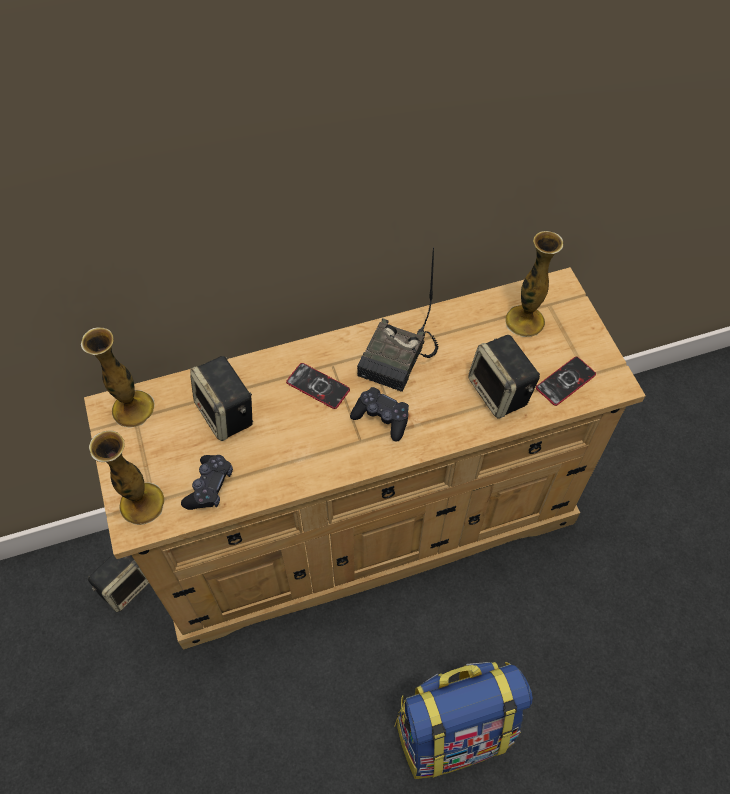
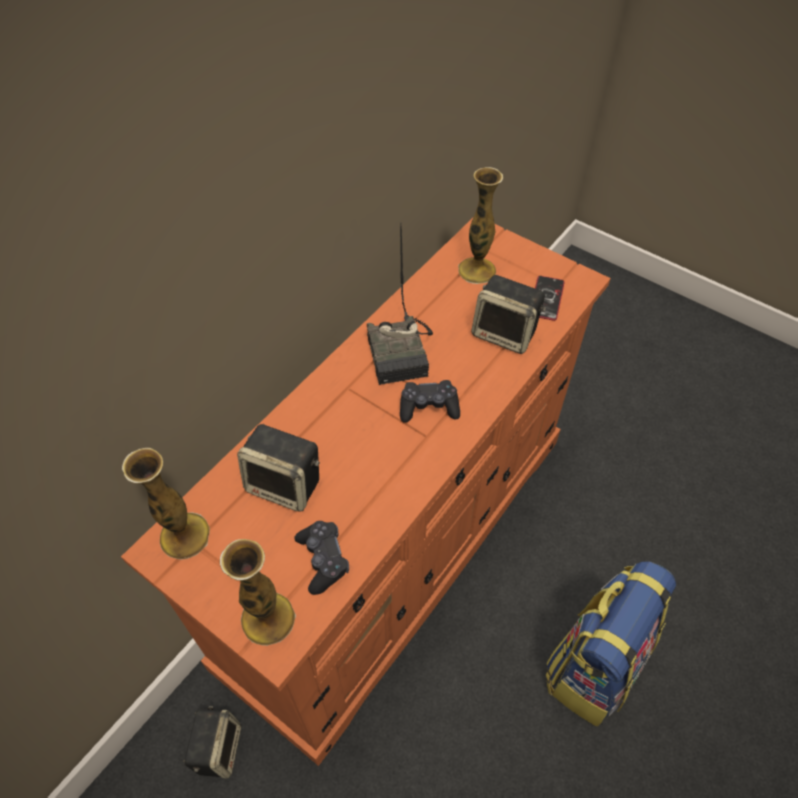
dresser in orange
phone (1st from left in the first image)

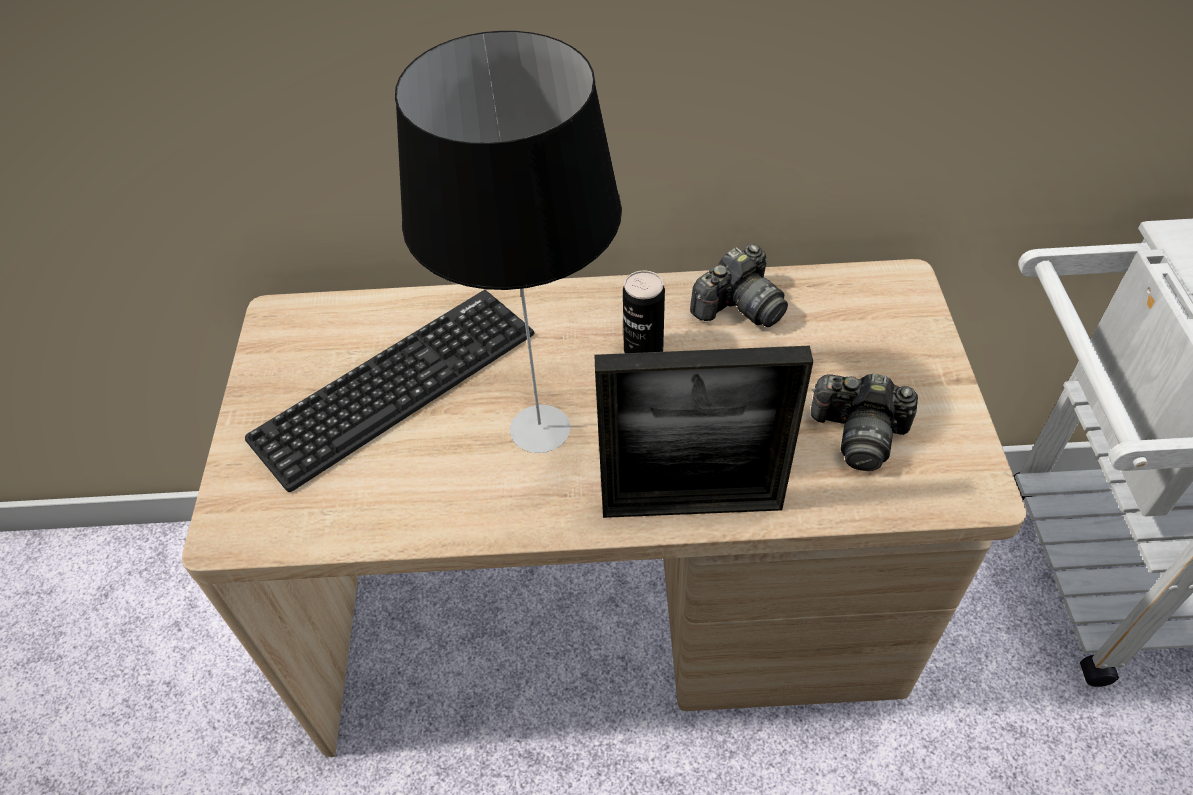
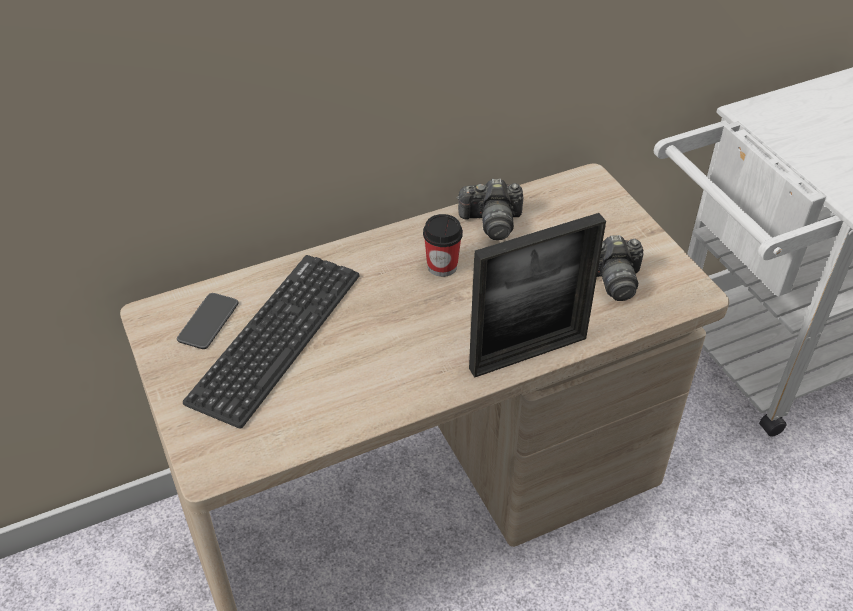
phone
cup
photo camera (1st from left)
table lamp

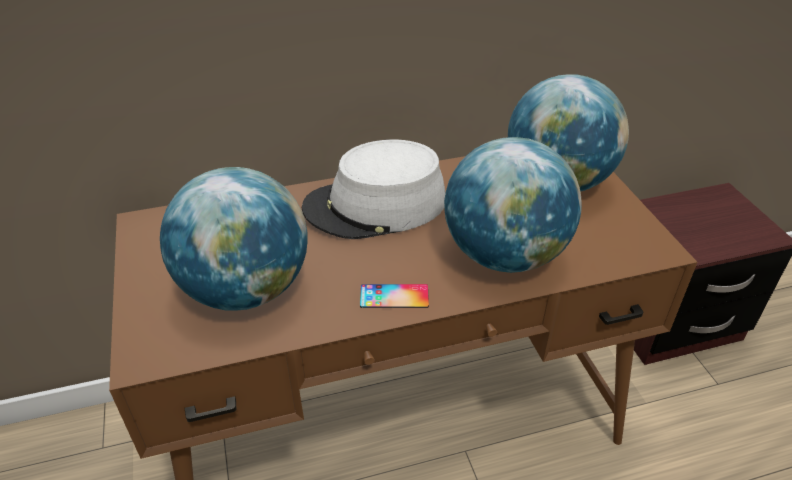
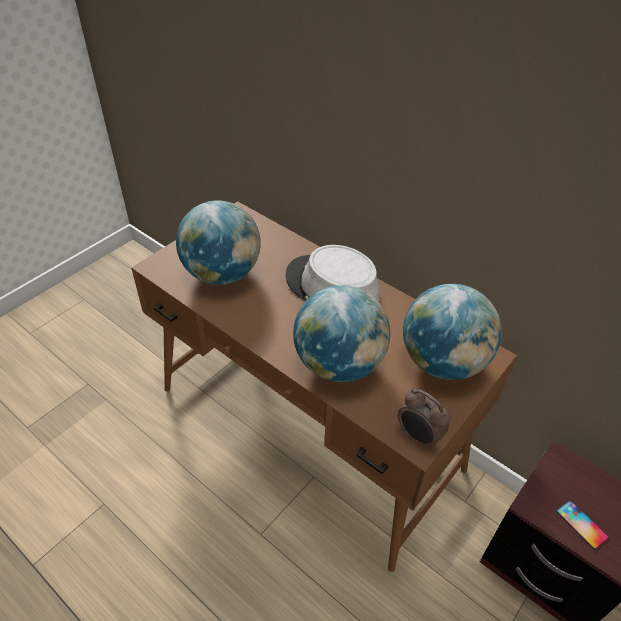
alarm clock
phone

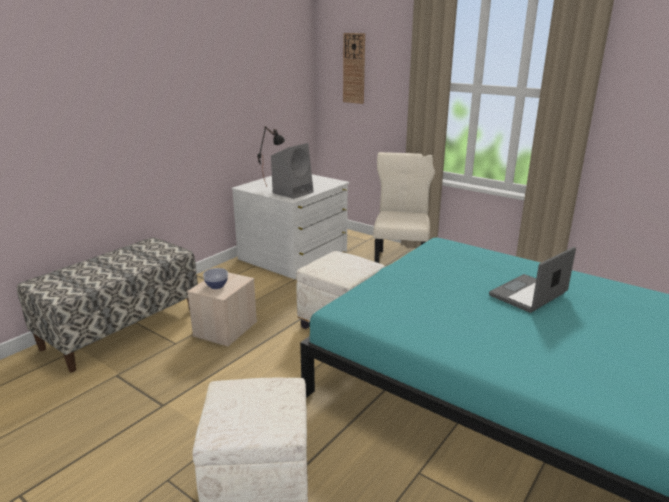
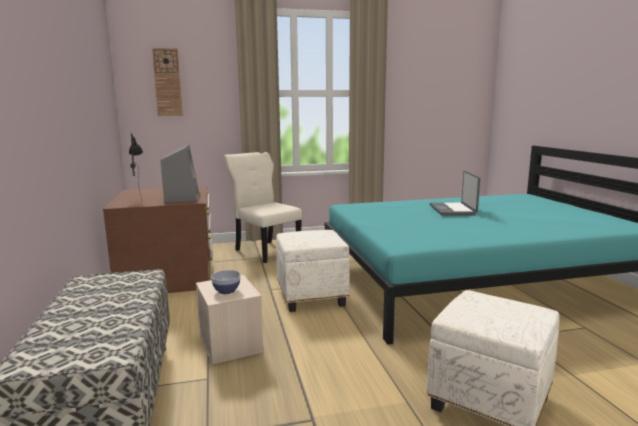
dresser in brown

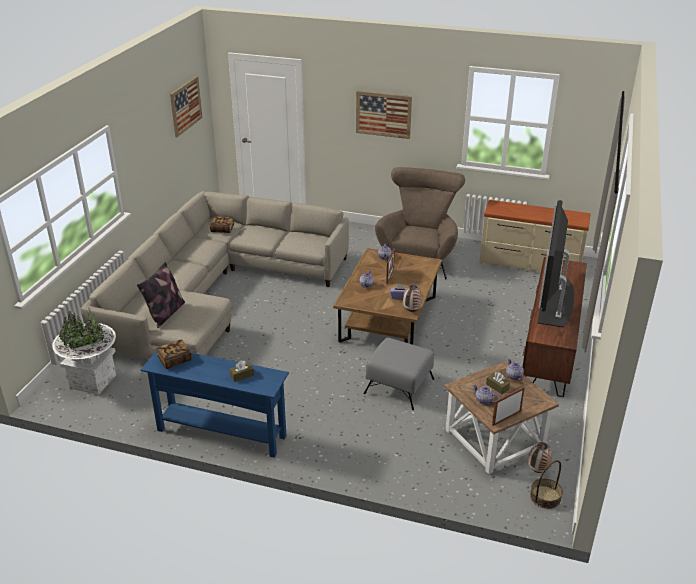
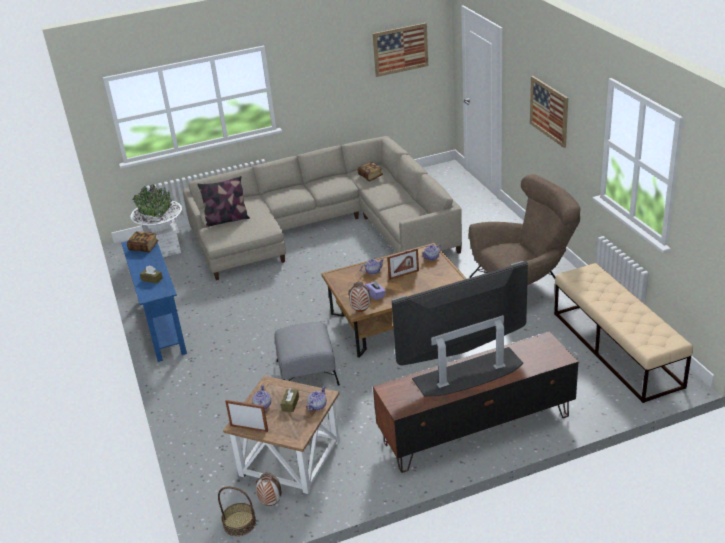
bench in beige

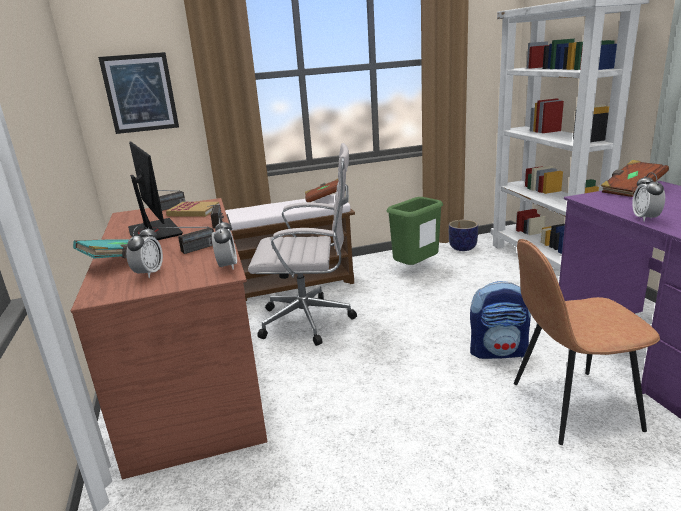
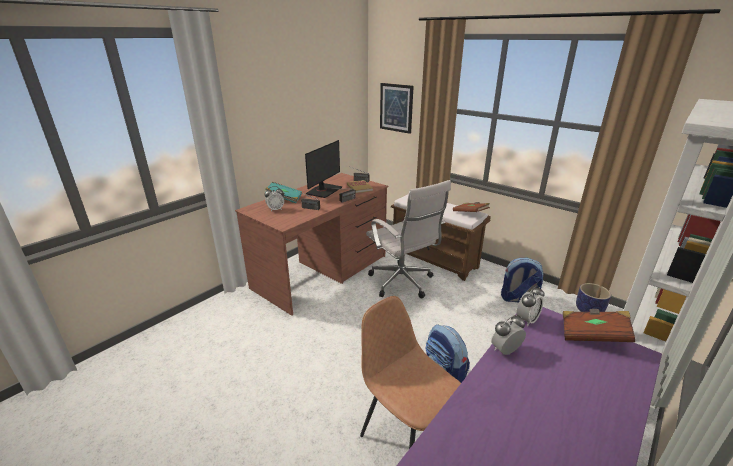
backpack (2nd from left)
alarm clock (3rd from left)

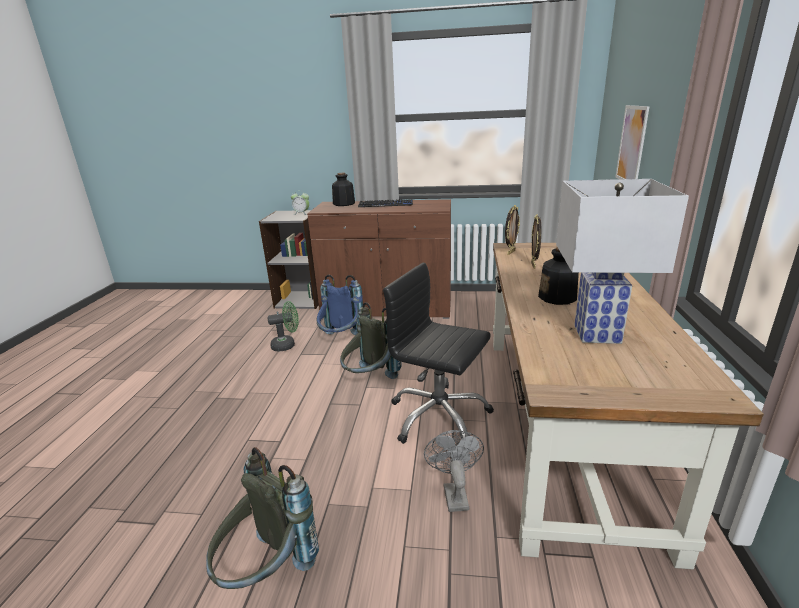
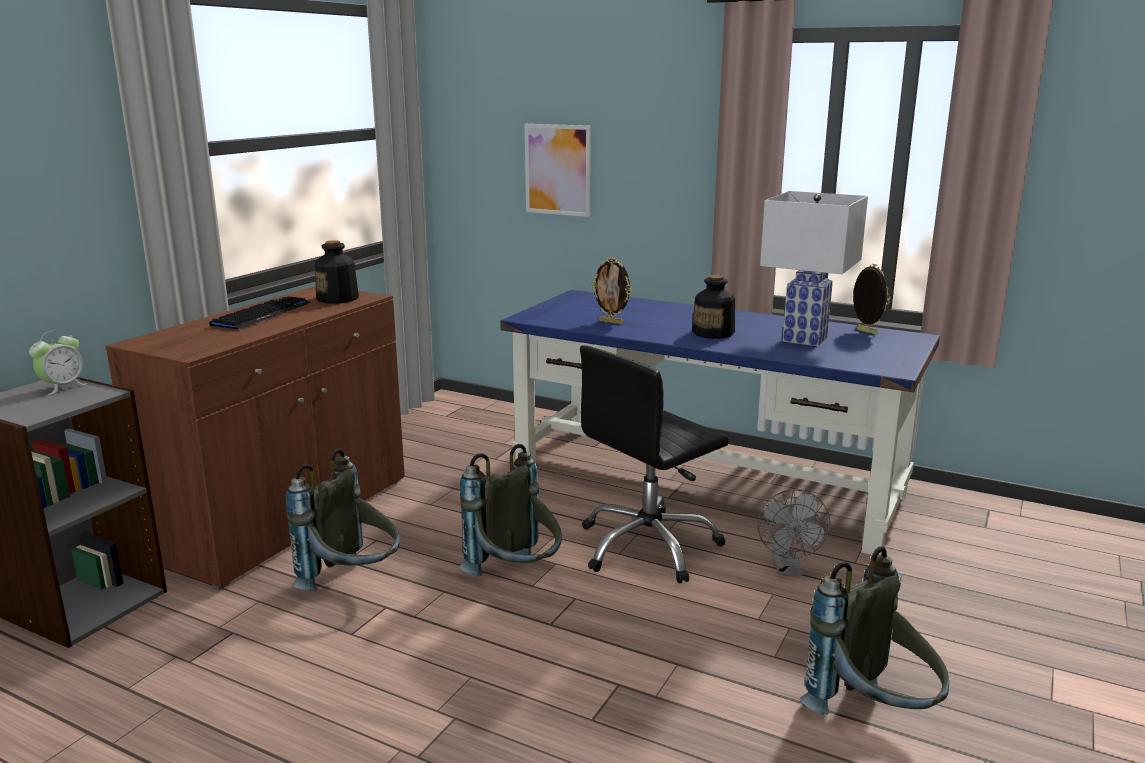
backpack in grey (1st from left)
bottle (1st from left)
desk in blue
fan in grey
picture frame (2nd from left)
fan in green

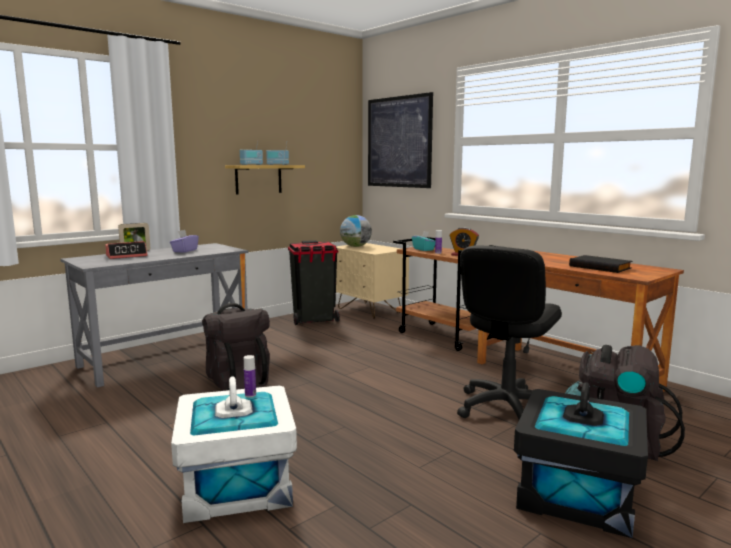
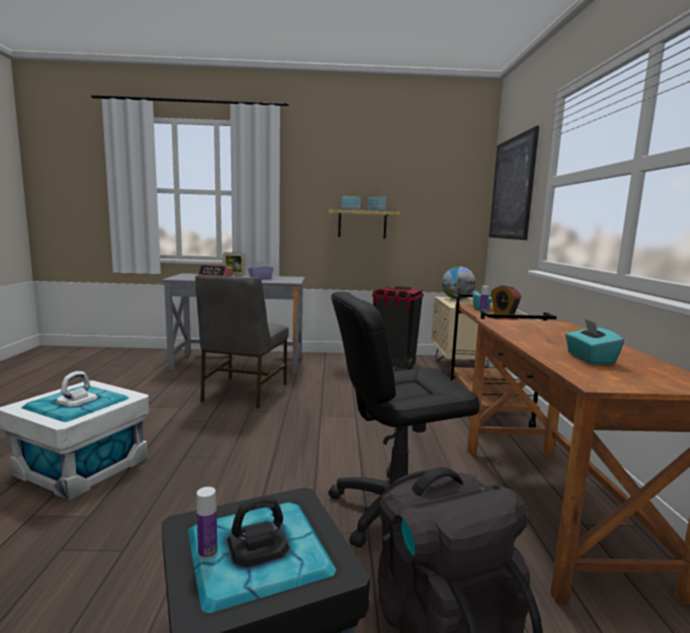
chair in grey
bottle (1st from left)
tissue box in turquoise (2nd from left)

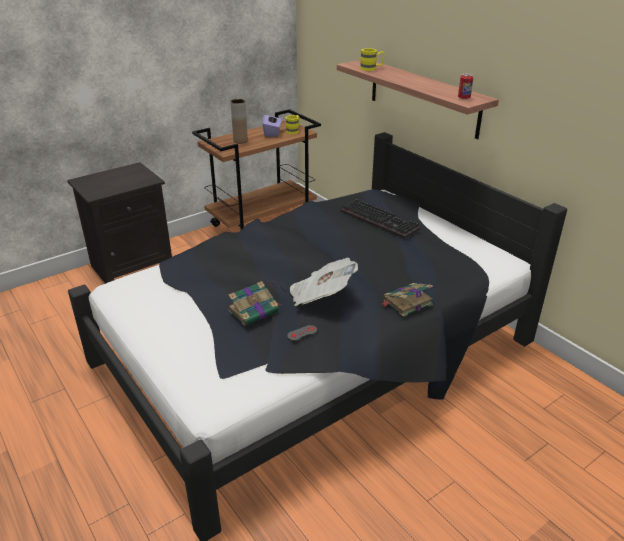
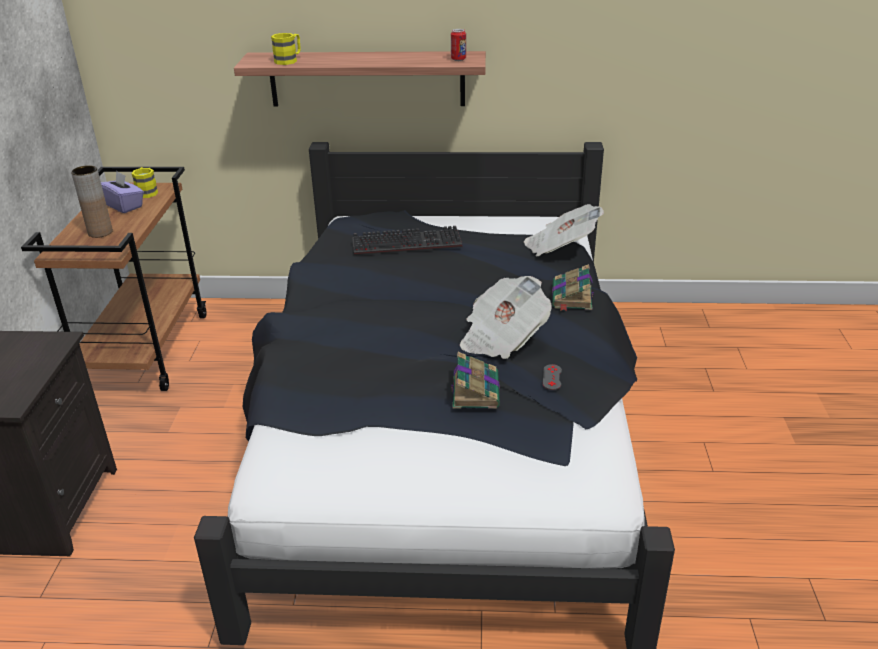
newspaper (2nd from left)

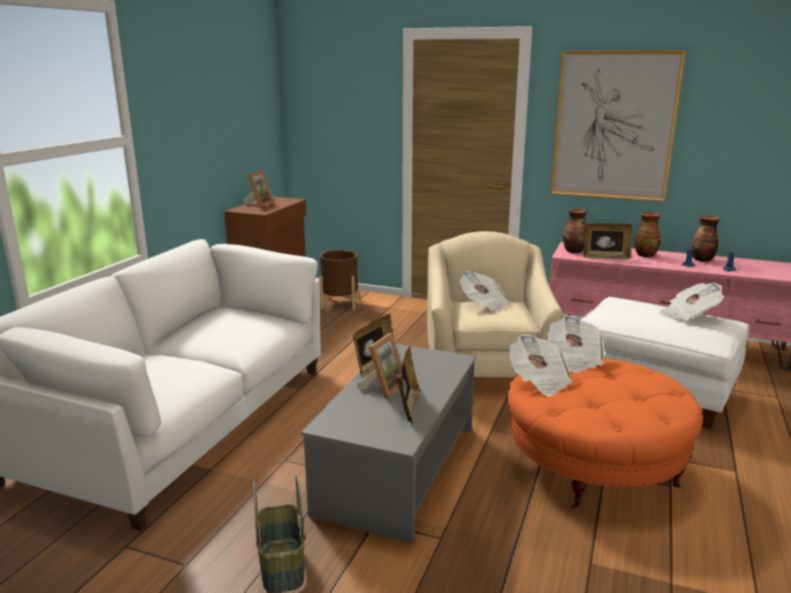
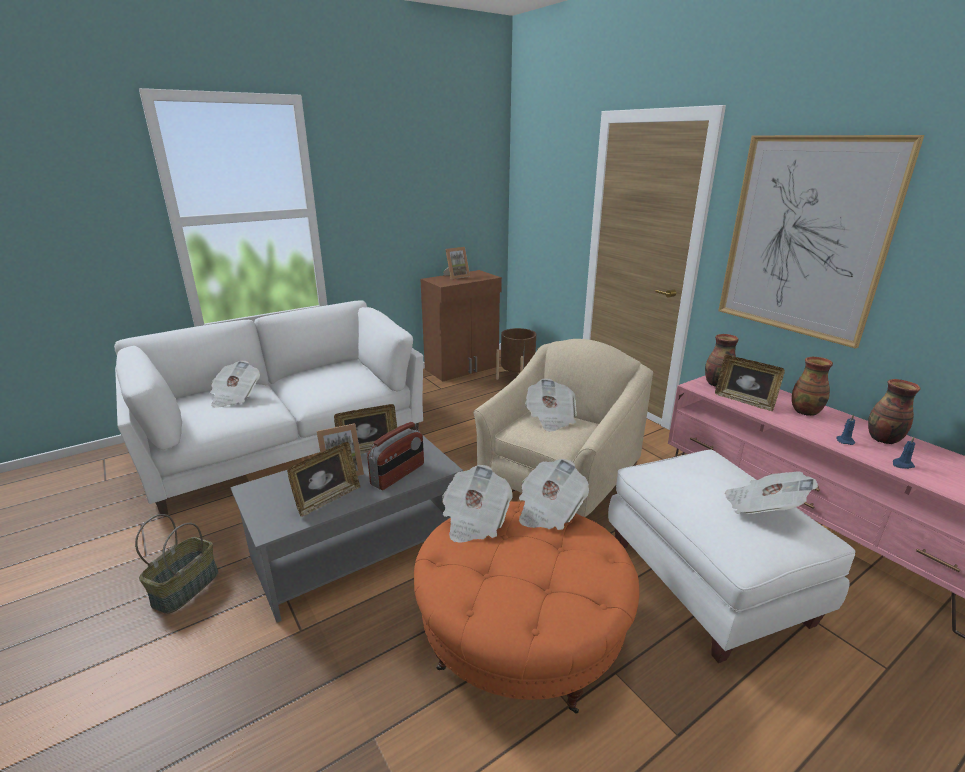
newspaper (1st from left)
radio

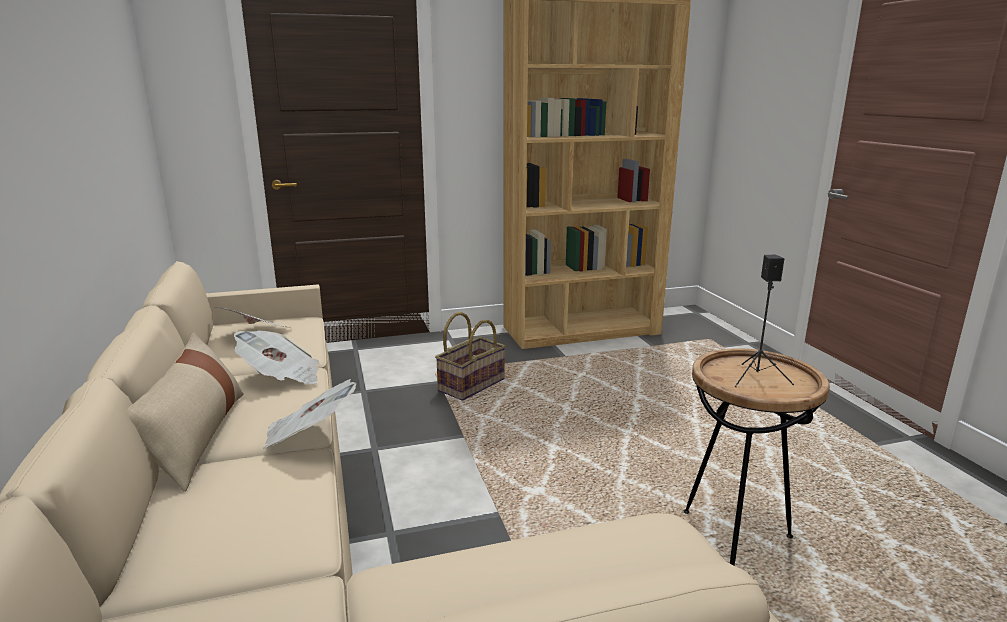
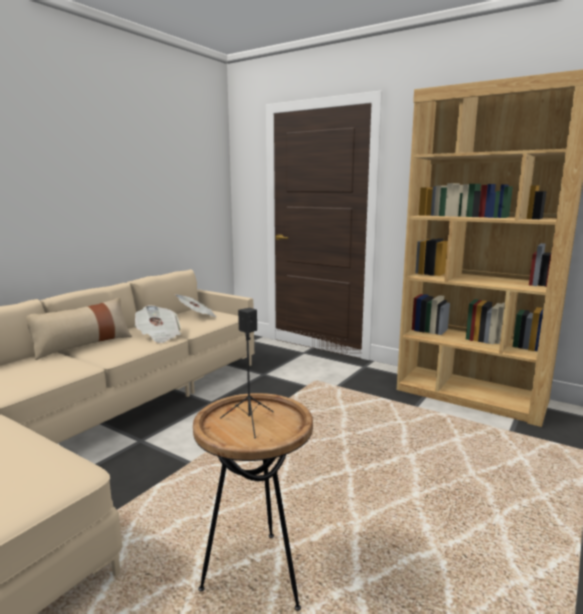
newspaper (3rd from left in the first image)
basket

